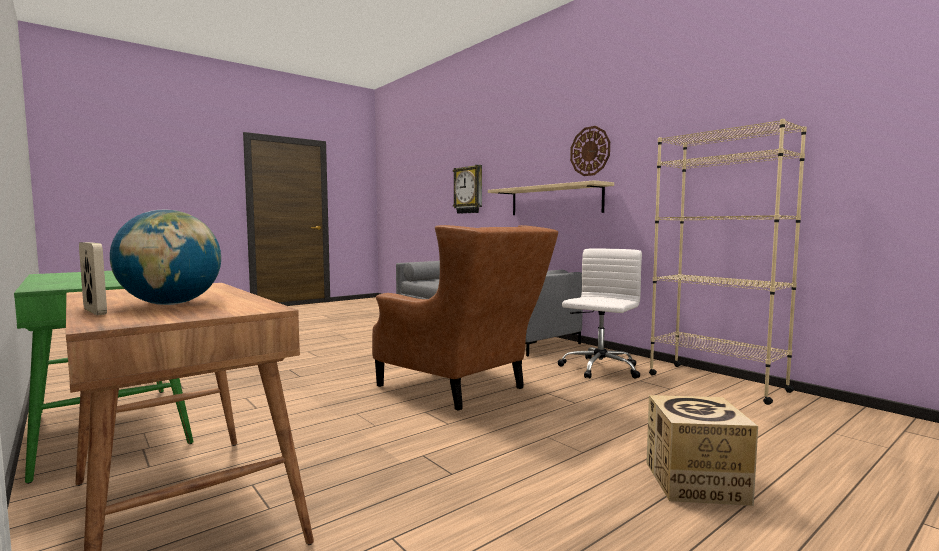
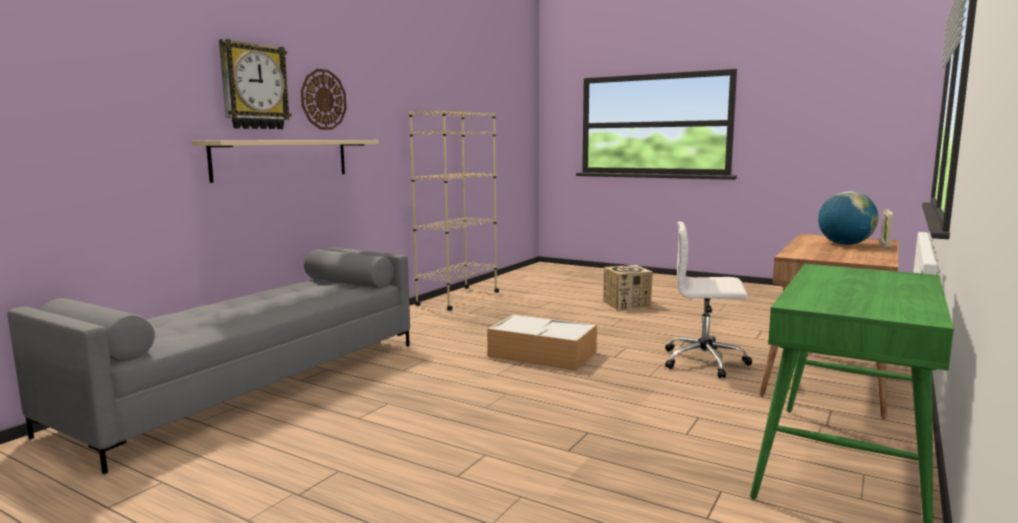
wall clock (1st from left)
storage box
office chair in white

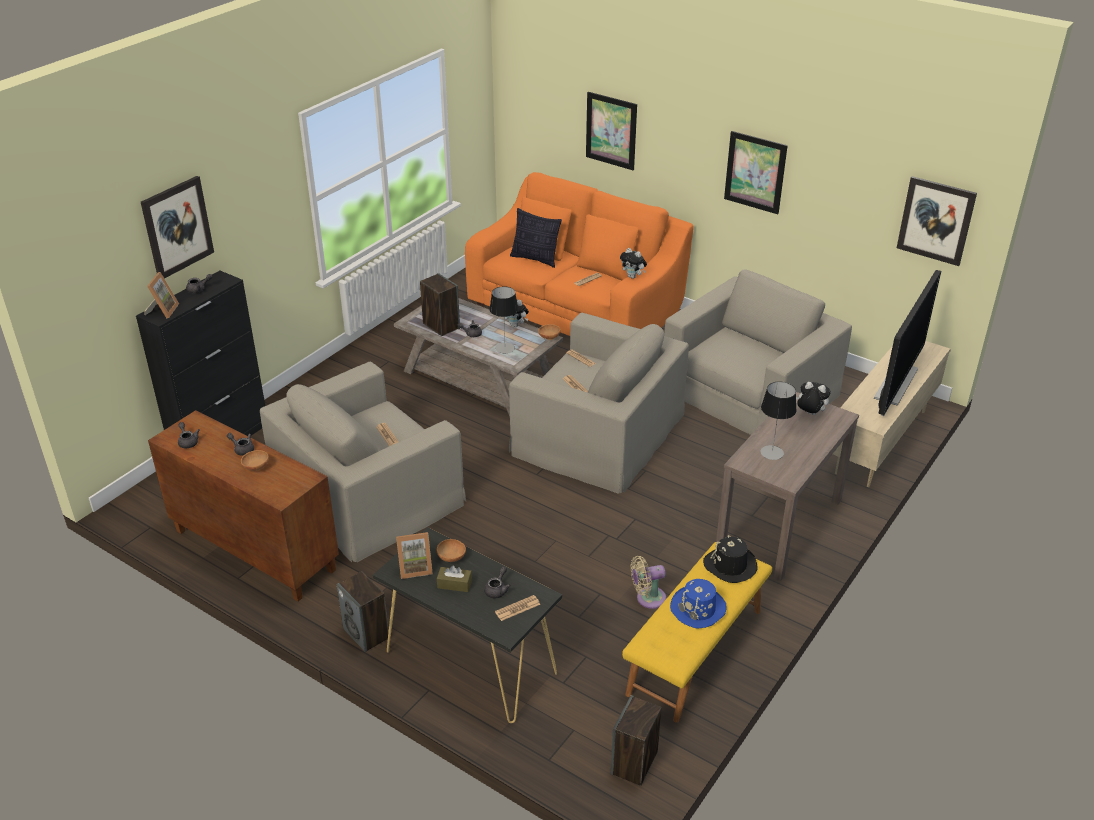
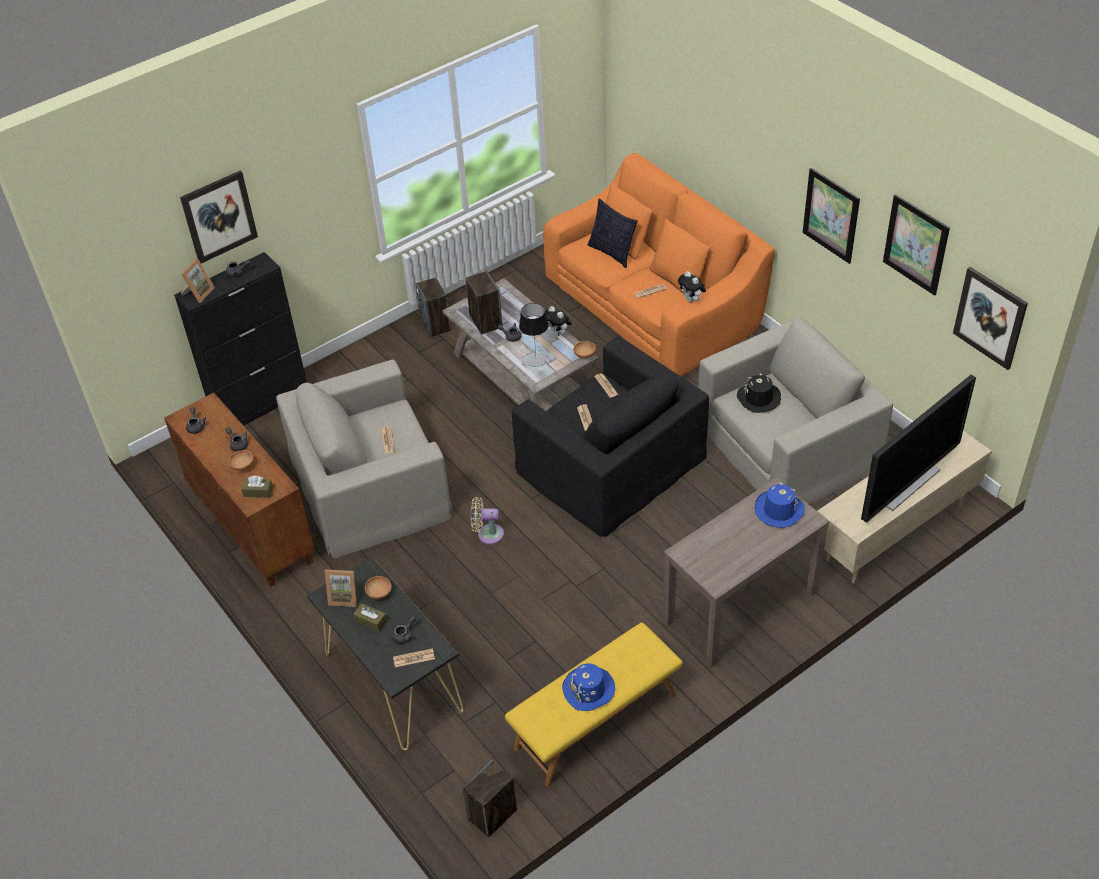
tissue box in brown (1st from left)
speaker (1st from left)
fan in beige
armchair in black
hat in black
hat in blue (2nd from left)
picture (3rd from left)
table lamp (2nd from left in the first image)

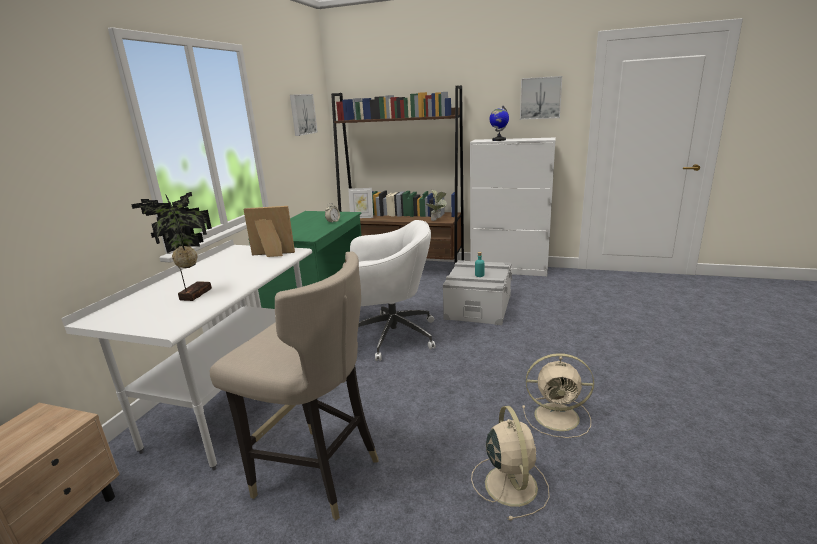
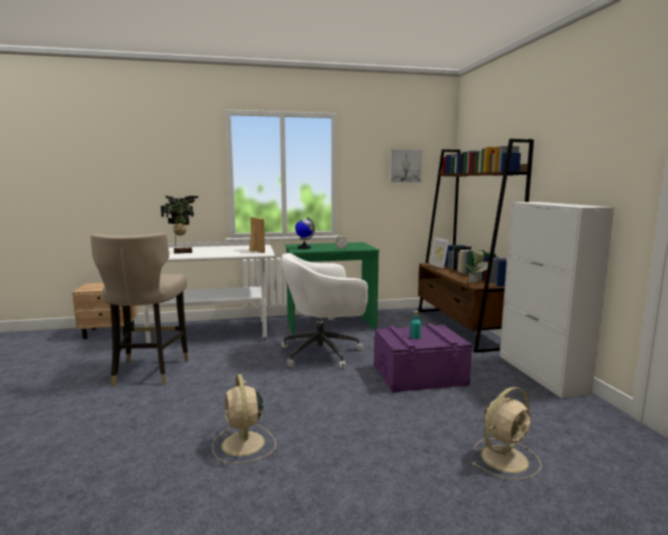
office chair in white
globe
storage box in purple
fan in beige (2nd from left)
picture (2nd from left in the first image)

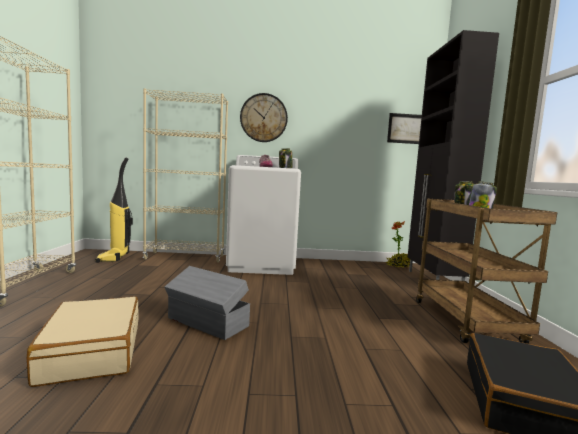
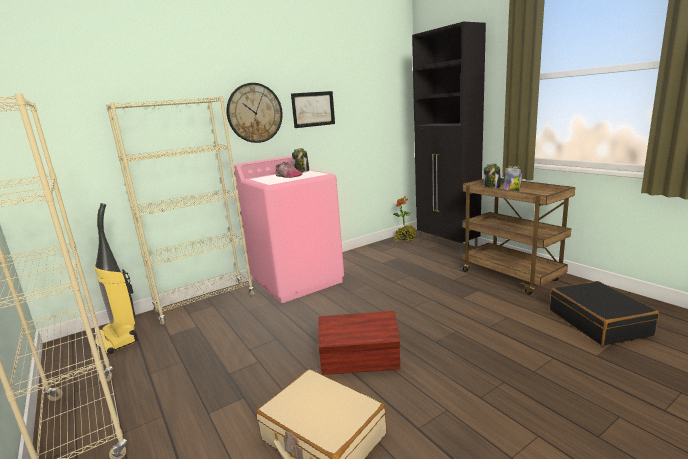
washing machine in pink
picture
storage box in brown

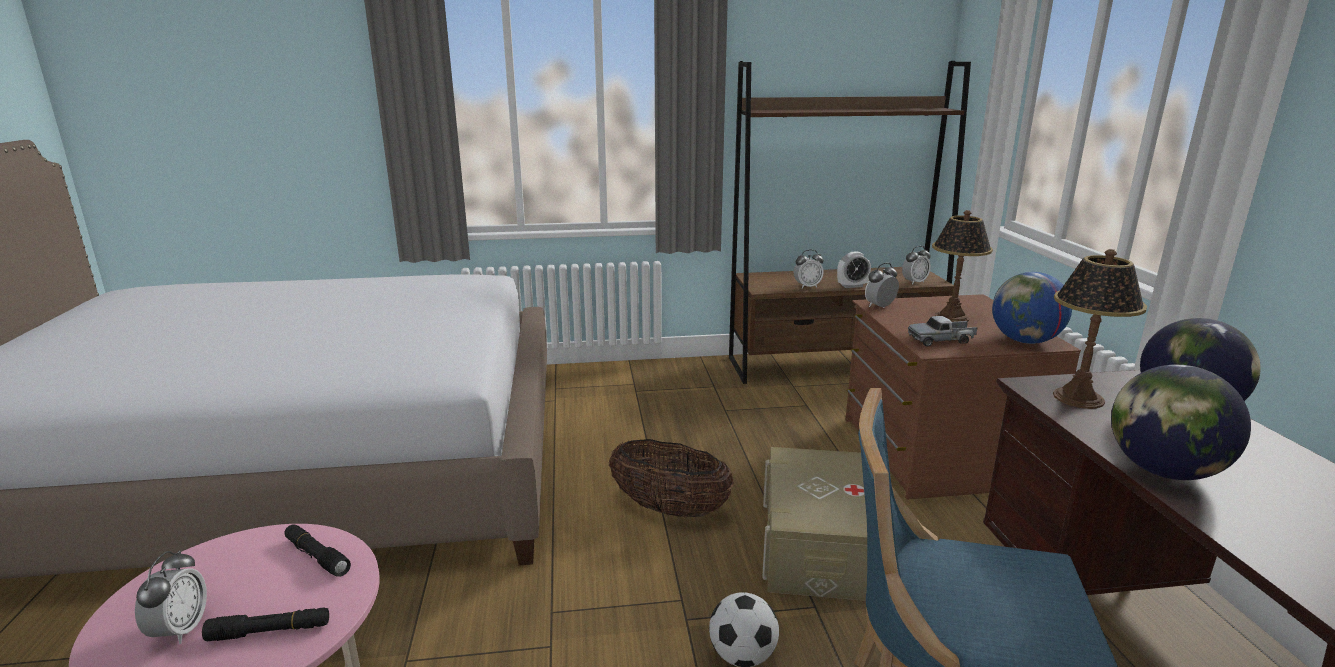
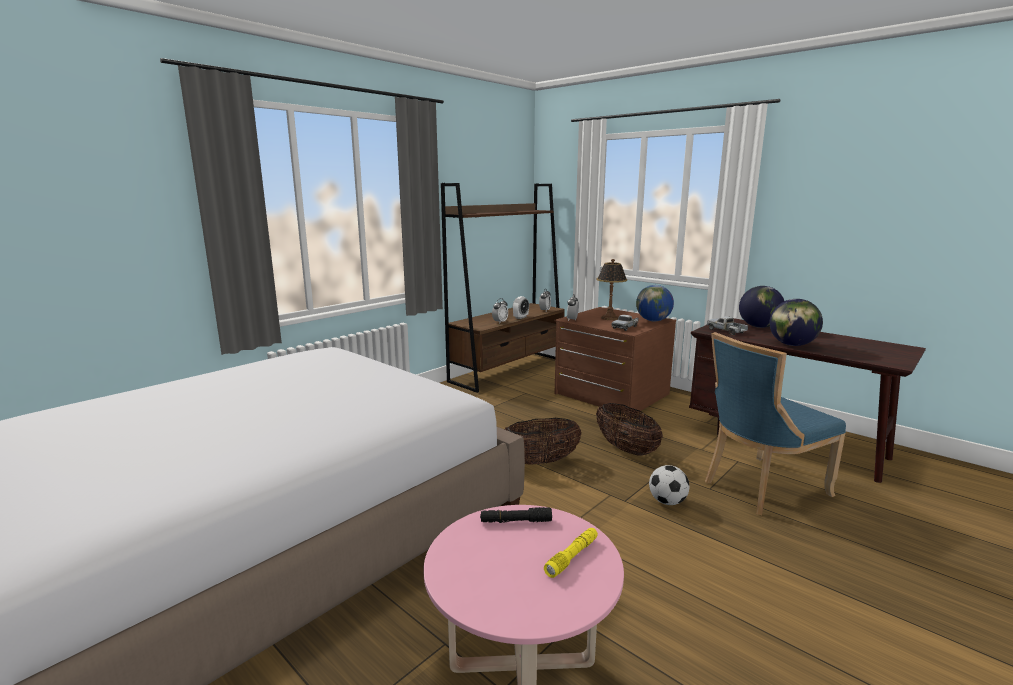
flashlight in yellow
basket (2nd from left)
toy truck (2nd from left)
alarm clock (1st from left in the first image)

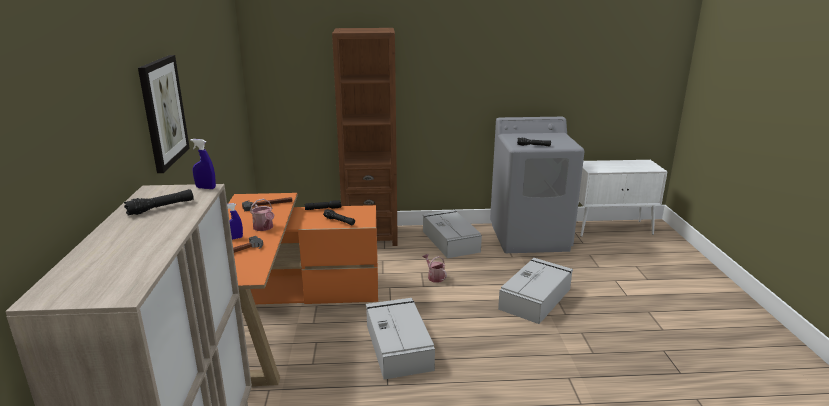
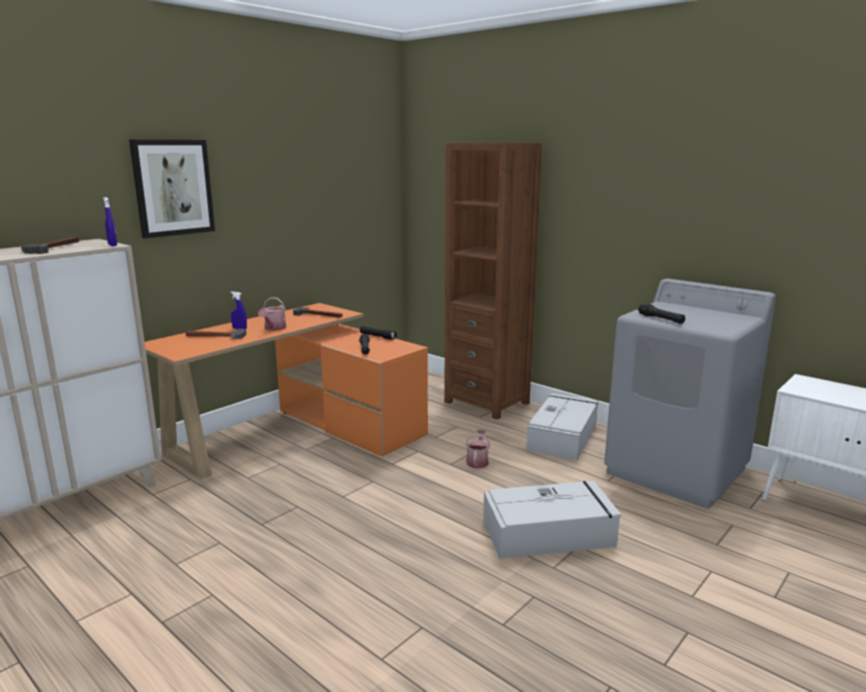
hammer (1st from left)
storage box in grey (1st from left in the first image)

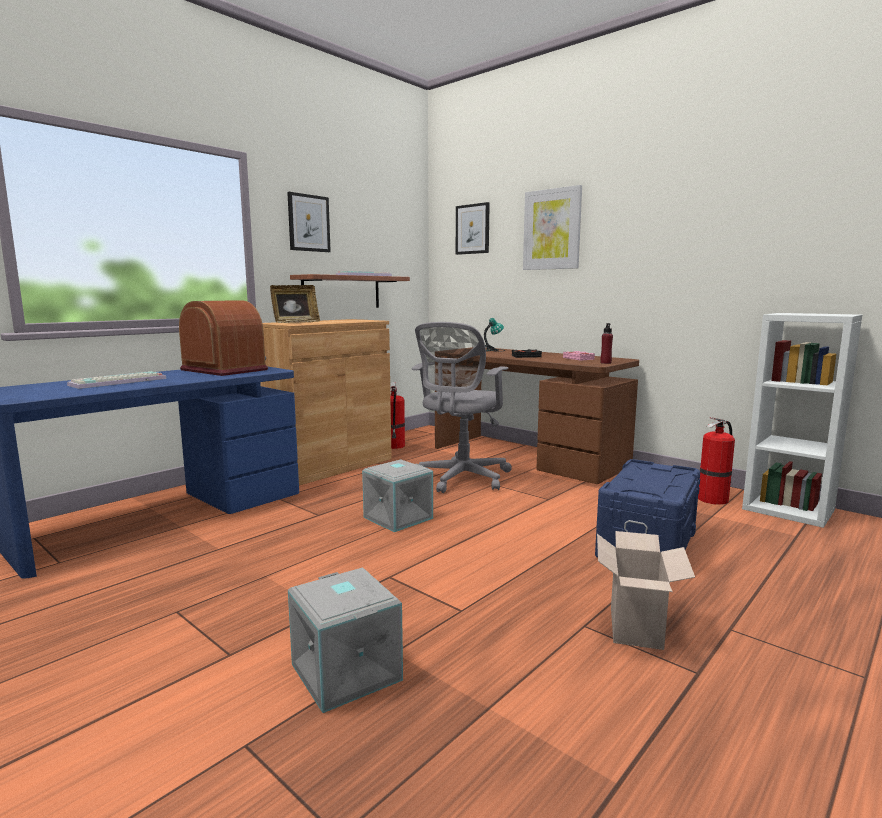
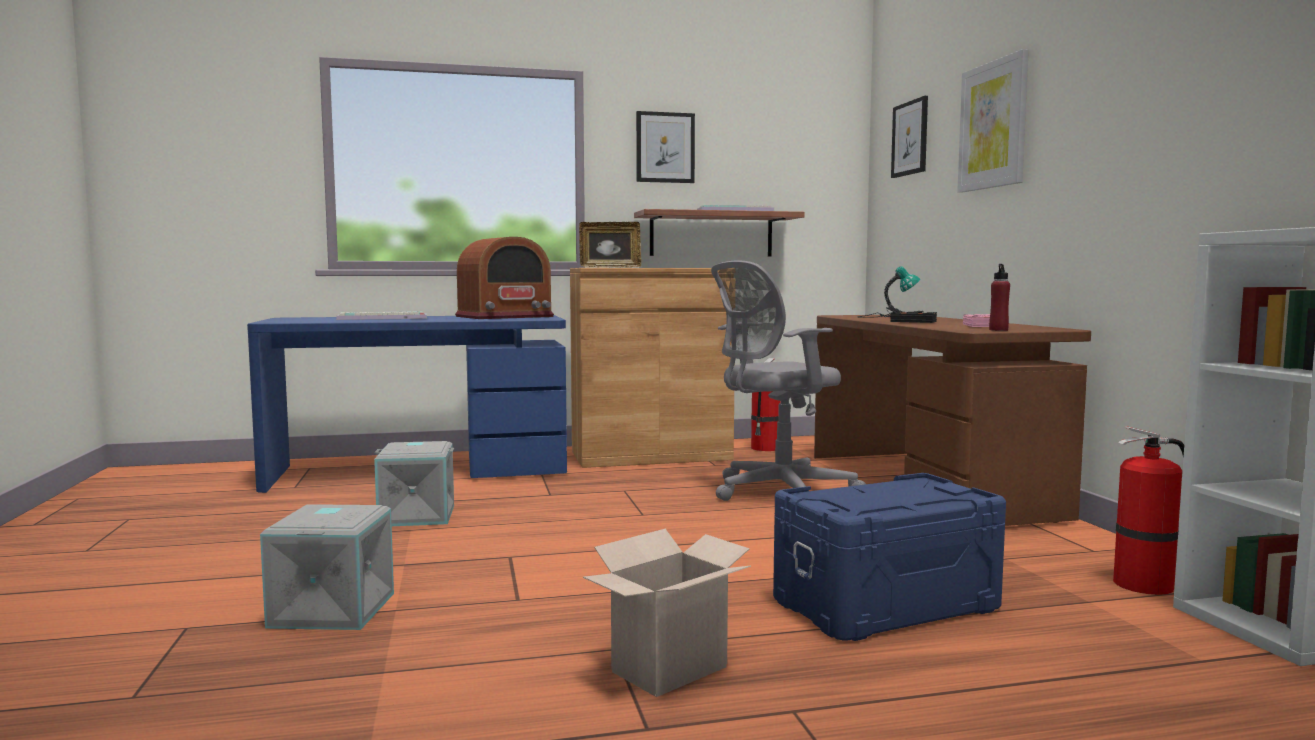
storage box in grey (2nd from left)
radio

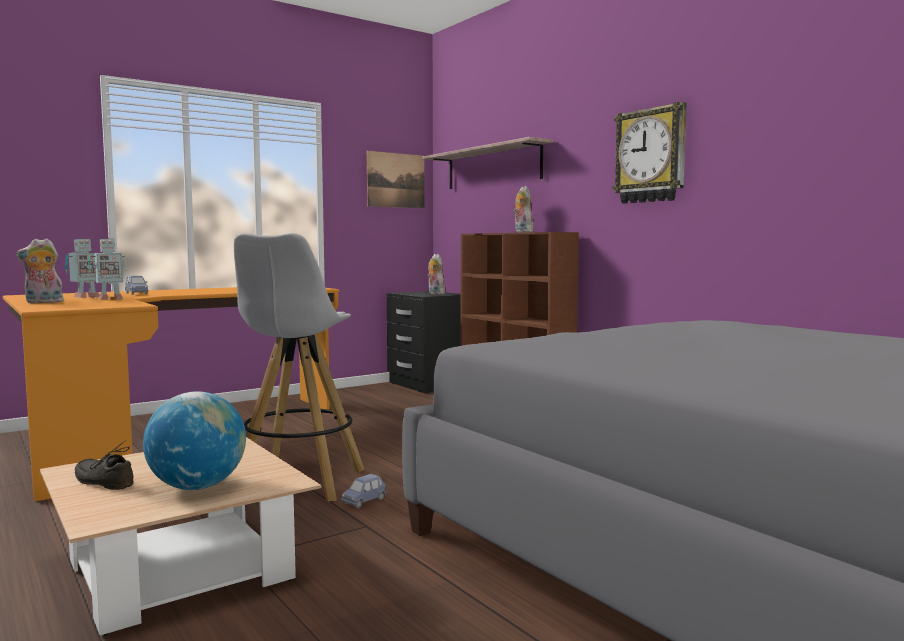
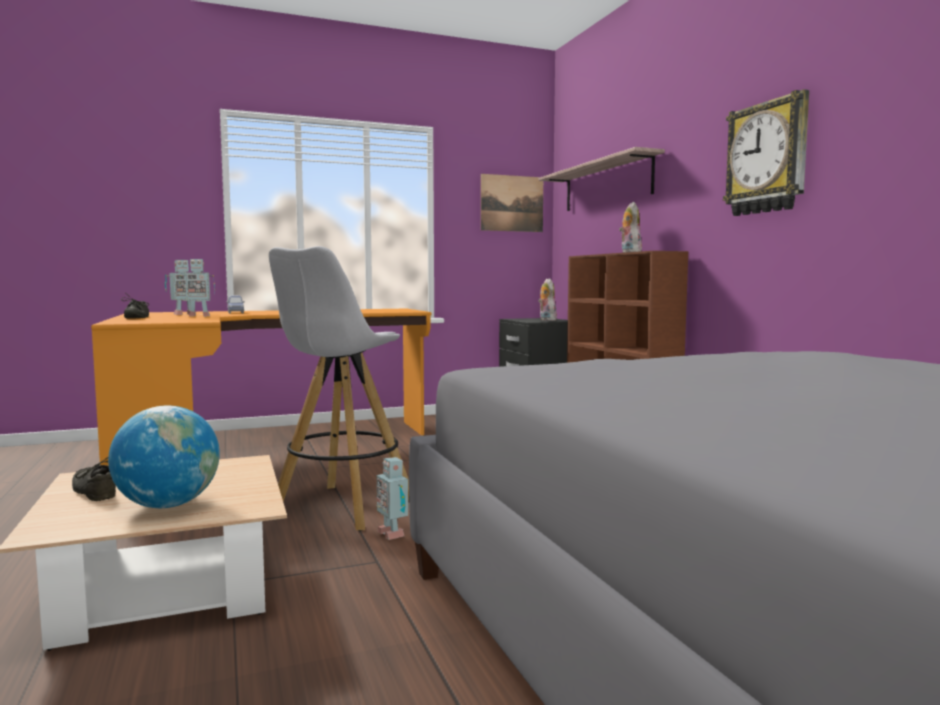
shoe in grey (2nd from left)
toy robot (3rd from left)

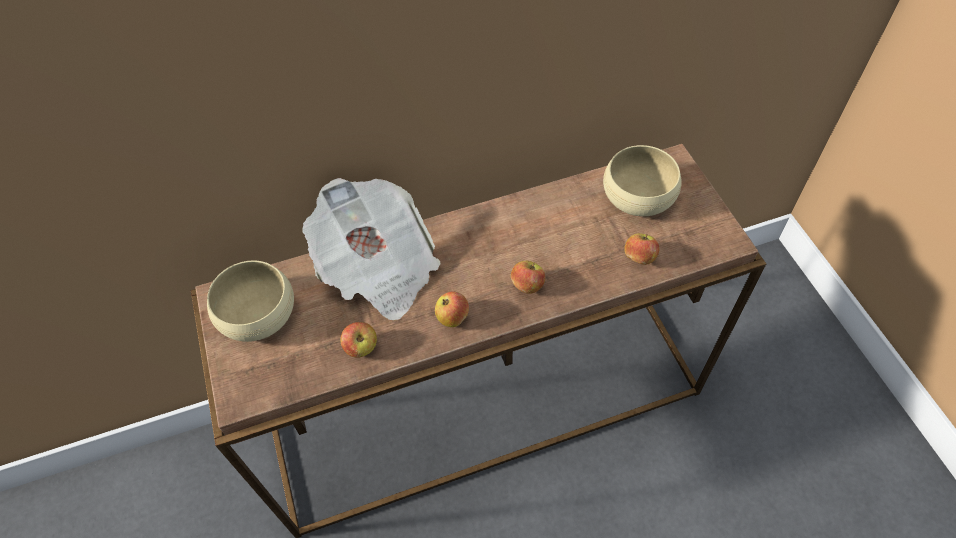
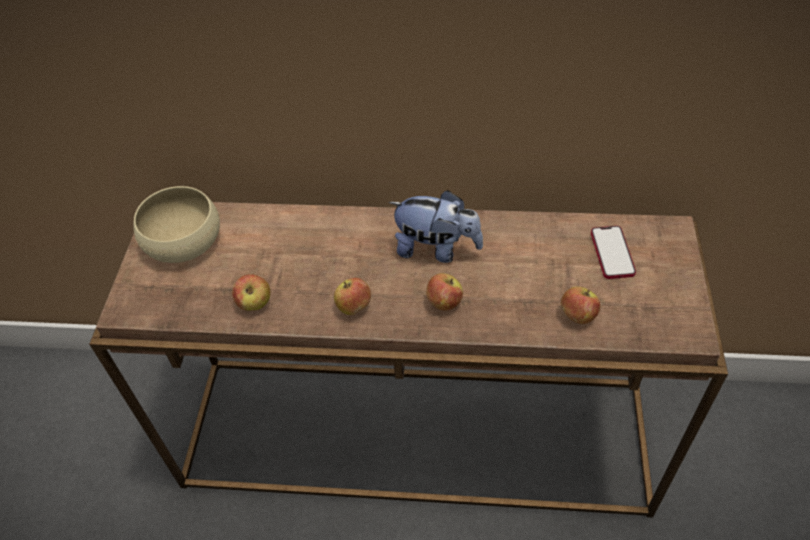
plush toy
phone
newspaper

